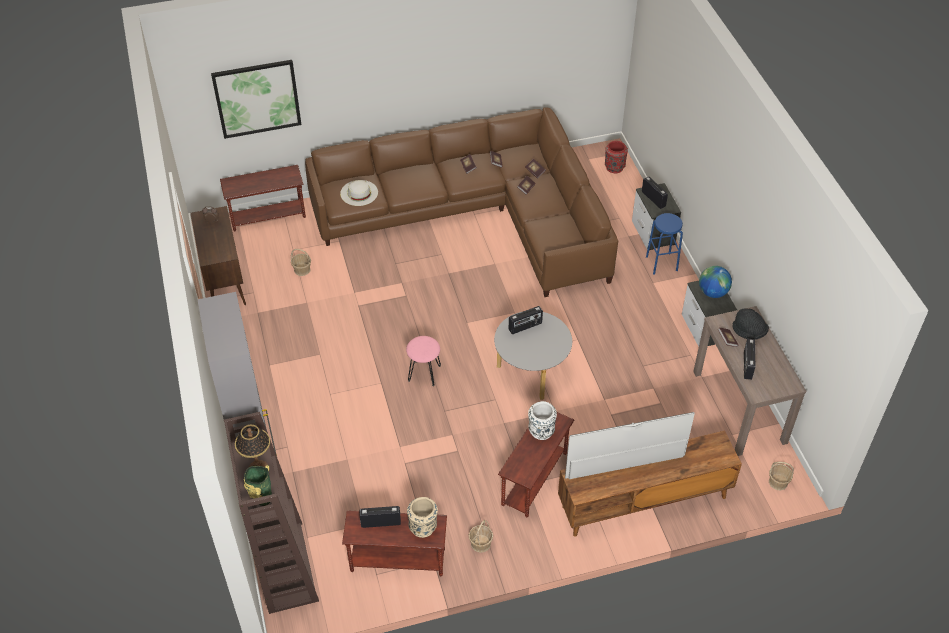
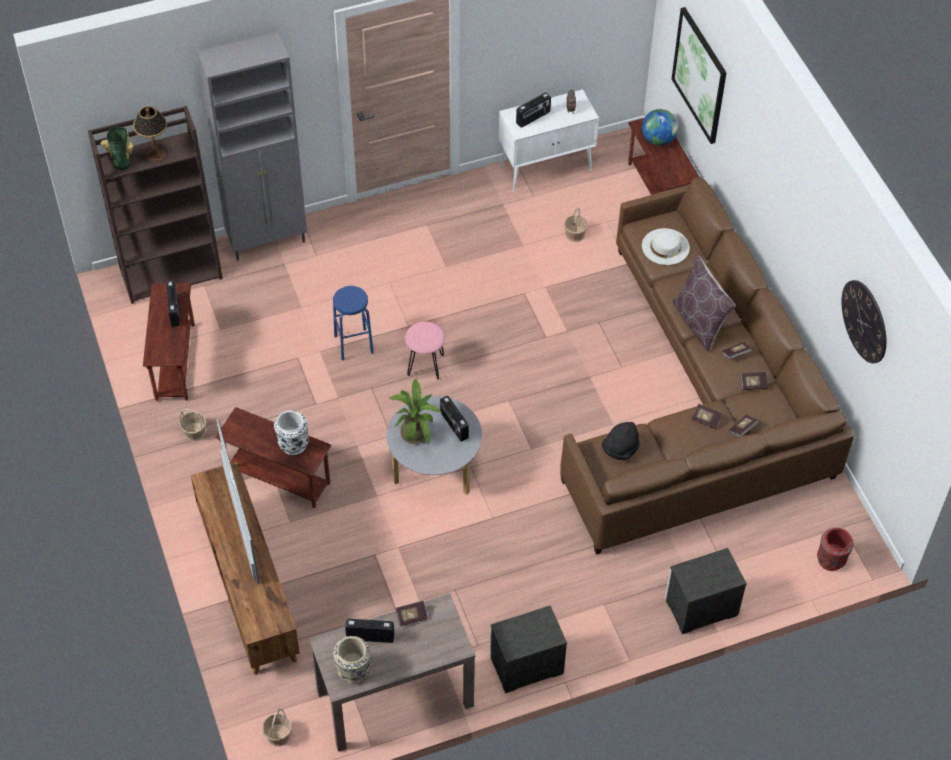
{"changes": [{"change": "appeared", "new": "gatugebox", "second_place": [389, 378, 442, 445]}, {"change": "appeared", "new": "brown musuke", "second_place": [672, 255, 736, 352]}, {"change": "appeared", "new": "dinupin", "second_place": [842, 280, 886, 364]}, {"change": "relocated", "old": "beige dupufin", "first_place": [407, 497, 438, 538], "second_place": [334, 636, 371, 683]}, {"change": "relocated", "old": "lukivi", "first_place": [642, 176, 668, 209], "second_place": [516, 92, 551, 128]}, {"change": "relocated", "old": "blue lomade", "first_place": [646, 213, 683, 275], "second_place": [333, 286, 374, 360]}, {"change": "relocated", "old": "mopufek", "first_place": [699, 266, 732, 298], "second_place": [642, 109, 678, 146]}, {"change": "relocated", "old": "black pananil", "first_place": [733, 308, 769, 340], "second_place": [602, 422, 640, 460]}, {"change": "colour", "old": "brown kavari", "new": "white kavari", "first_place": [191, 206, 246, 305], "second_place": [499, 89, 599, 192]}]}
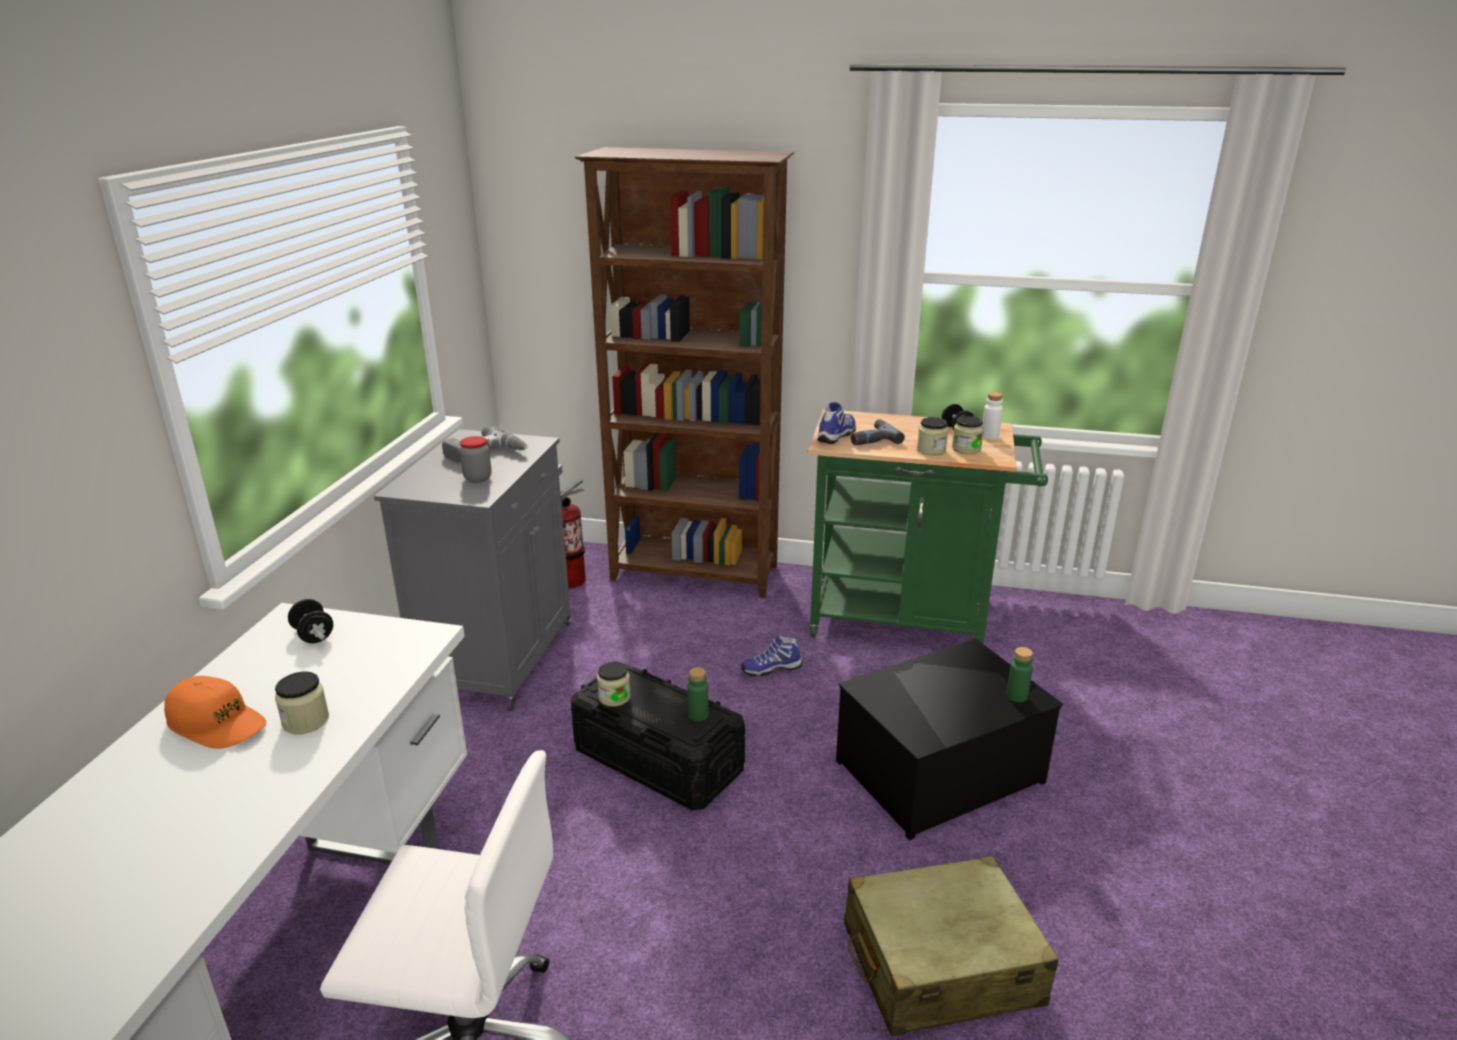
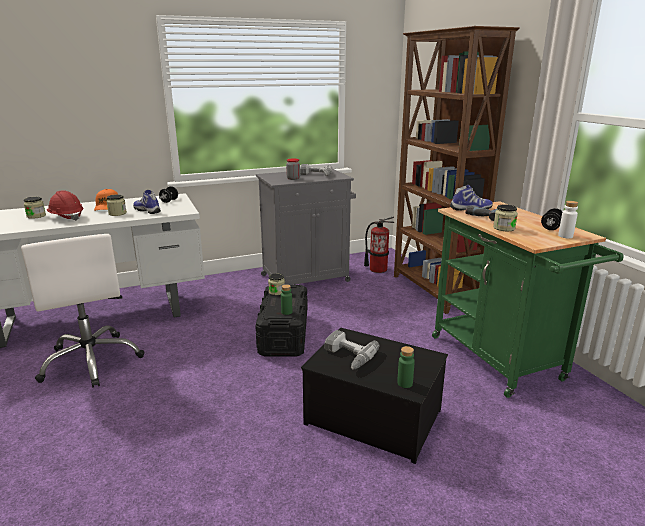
{"changes": [{"change": "missing", "old": "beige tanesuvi", "first_place": [844, 856, 1059, 1036]}, {"change": "appeared", "new": "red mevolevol", "second_place": [47, 190, 84, 221]}, {"change": "appeared", "new": "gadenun", "second_place": [325, 330, 379, 370]}, {"change": "relocated", "old": "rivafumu", "first_place": [741, 635, 802, 677], "second_place": [133, 190, 161, 214]}, {"change": "relocated", "old": "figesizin", "first_place": [952, 416, 984, 454], "second_place": [24, 197, 46, 219]}]}
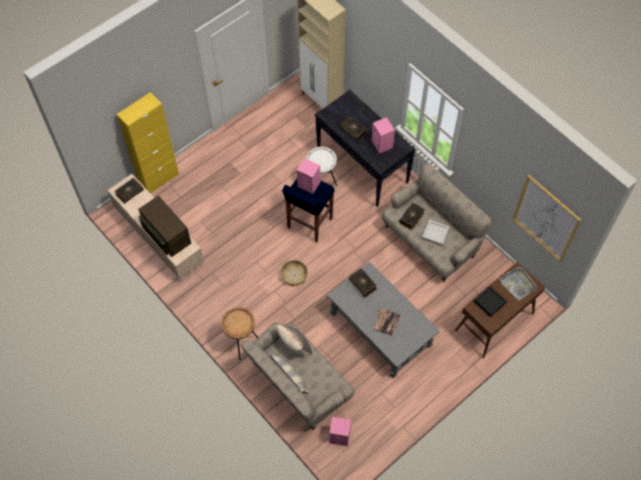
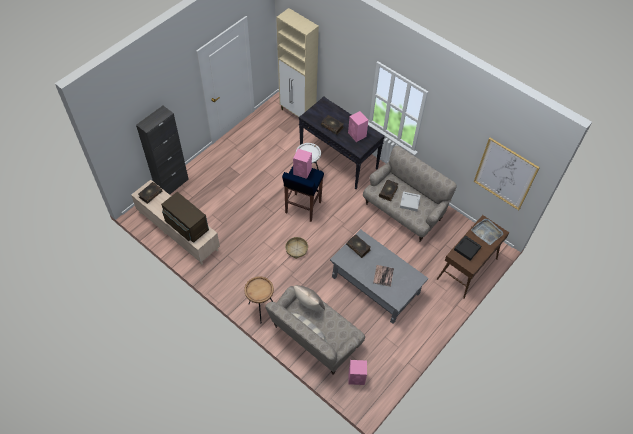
{"changes": [{"change": "colour", "old": "yellow kavari", "new": "black kavari", "first_place": [117, 92, 179, 194], "second_place": [136, 106, 189, 195]}]}
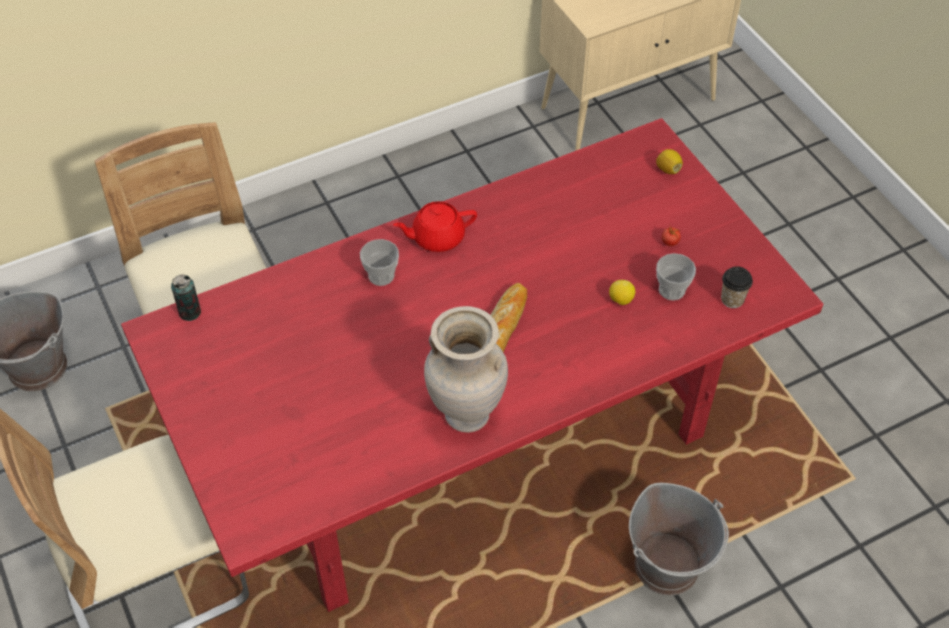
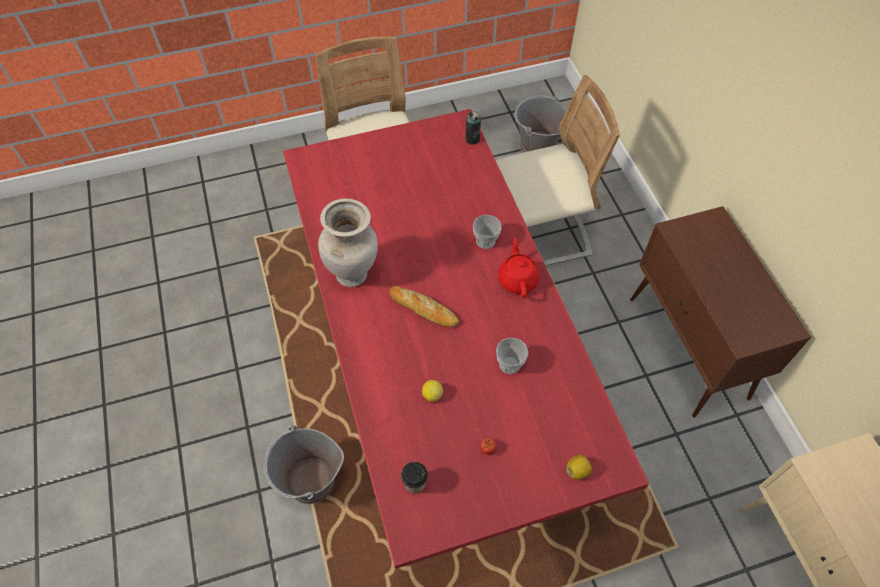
{"changes": [{"change": "appeared", "new": "brown kavari", "second_place": [630, 206, 811, 418]}, {"change": "relocated", "old": "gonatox", "first_place": [656, 253, 696, 300], "second_place": [496, 338, 528, 374]}]}
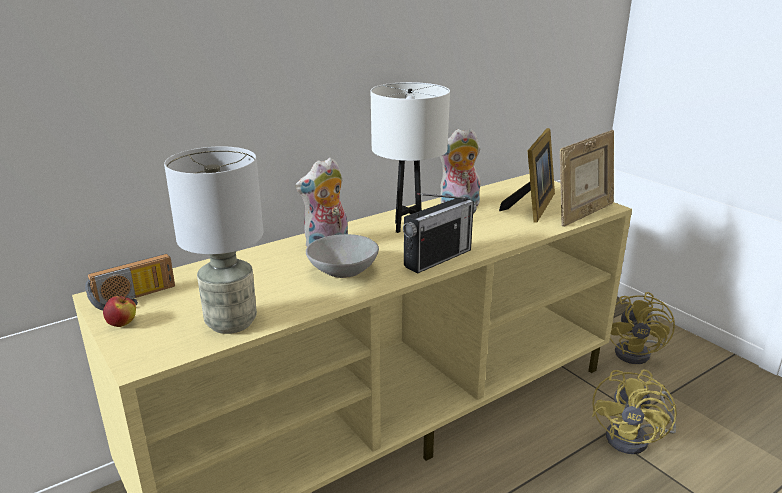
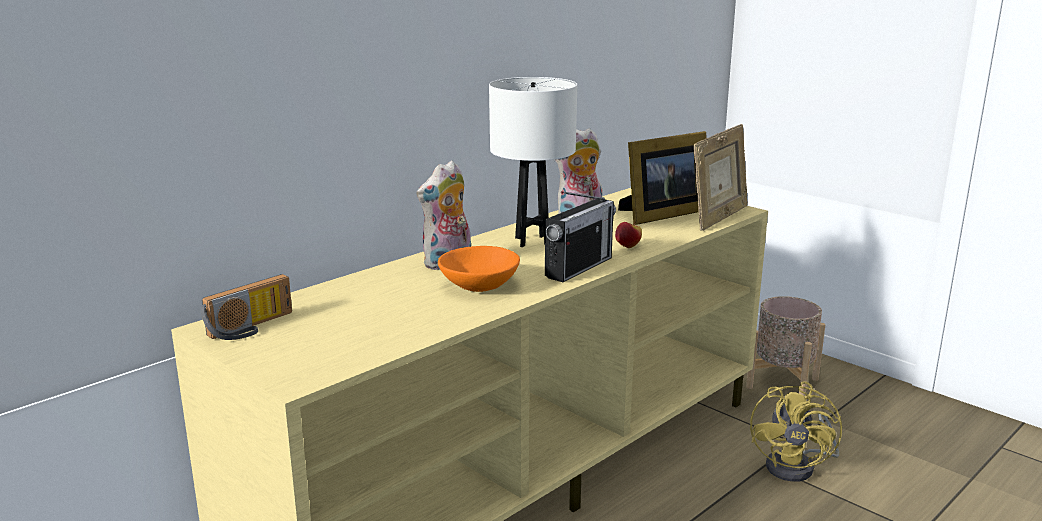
{"changes": [{"change": "missing", "old": "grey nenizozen", "first_place": [164, 146, 263, 334]}, {"change": "relocated", "old": "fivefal", "first_place": [103, 296, 136, 327], "second_place": [615, 221, 642, 248]}, {"change": "exchanged", "old": "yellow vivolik", "new": "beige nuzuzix", "first_place": [610, 292, 675, 364], "second_place": [746, 296, 826, 396]}, {"change": "colour", "old": "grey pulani", "new": "orange pulani", "first_place": [306, 234, 379, 278], "second_place": [438, 246, 520, 292]}, {"change": "spun", "old": "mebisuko", "first_place": [499, 128, 555, 223], "second_place": [618, 131, 706, 225], "degrees": 45}]}
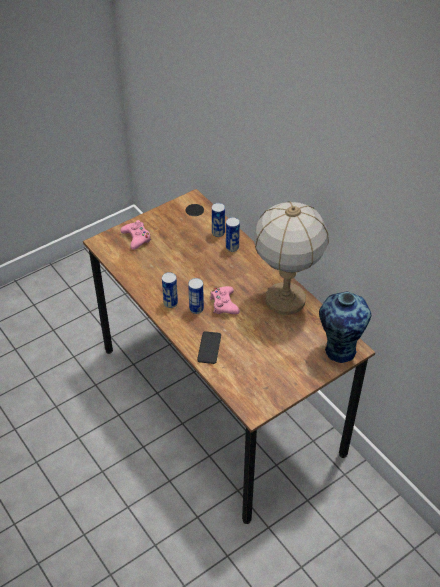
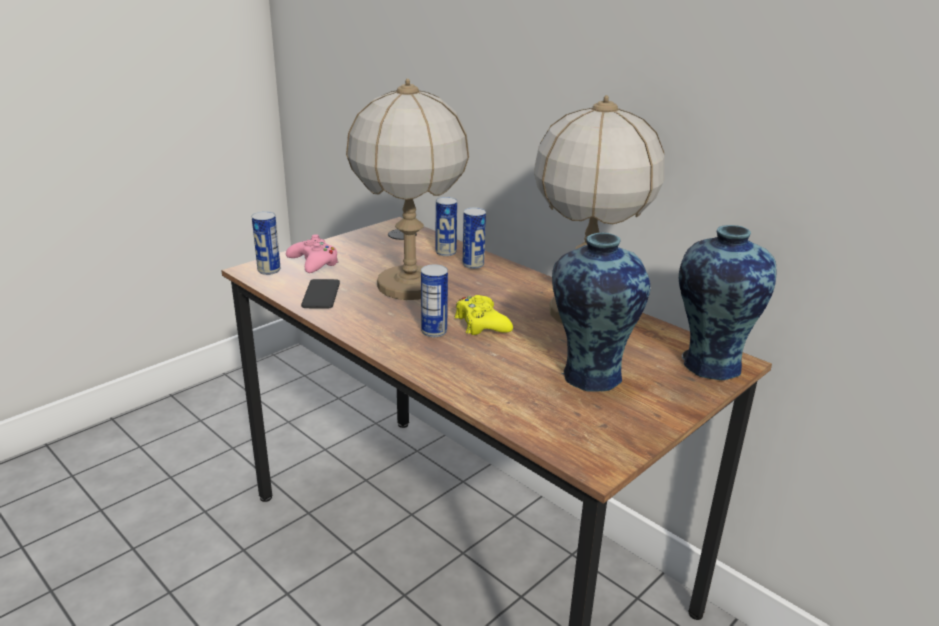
{"changes": [{"change": "appeared", "new": "nenizozen", "second_place": [346, 79, 469, 300]}, {"change": "appeared", "new": "dupufin", "second_place": [552, 233, 650, 392]}, {"change": "relocated", "old": "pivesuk", "first_place": [162, 272, 178, 308], "second_place": [252, 211, 281, 275]}, {"change": "relocated", "old": "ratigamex", "first_place": [197, 331, 221, 364], "second_place": [301, 279, 340, 309]}, {"change": "colour", "old": "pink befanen", "new": "yellow befanen", "first_place": [210, 286, 240, 314], "second_place": [455, 295, 513, 335]}]}
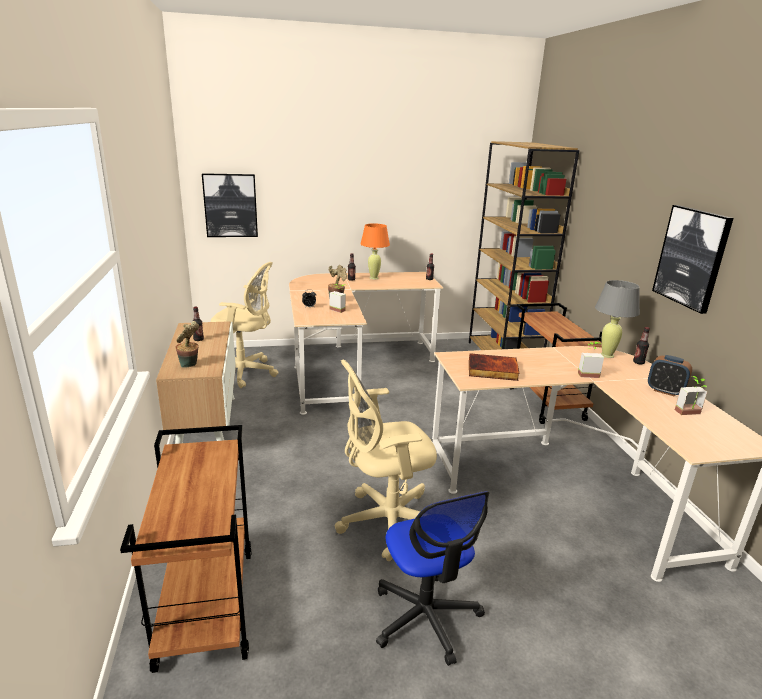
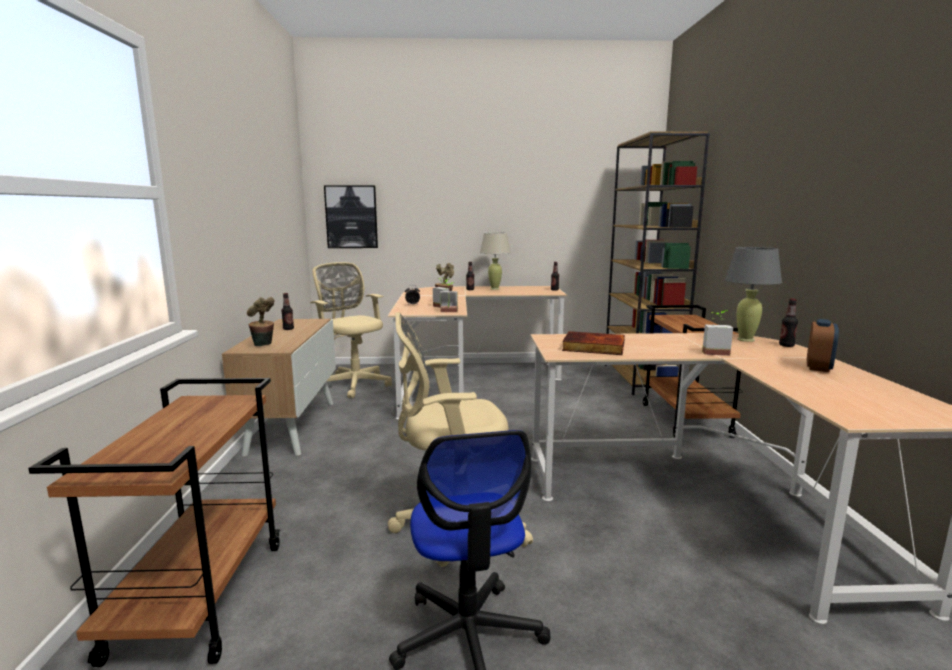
{"changes": [{"change": "missing", "old": "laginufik", "first_place": [652, 205, 734, 314]}, {"change": "relocated", "old": "gatugebox", "first_place": [675, 376, 708, 415], "second_place": [440, 280, 458, 312]}, {"change": "colour", "old": "orange nenizozen", "new": "beige nenizozen", "first_place": [360, 223, 390, 279], "second_place": [480, 232, 511, 290]}, {"change": "spun", "old": "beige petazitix", "first_place": [211, 262, 278, 388], "second_place": [310, 262, 392, 398], "degrees": -150}, {"change": "spun", "old": "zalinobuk", "first_place": [648, 355, 692, 397], "second_place": [807, 319, 839, 372], "degrees": -105}]}
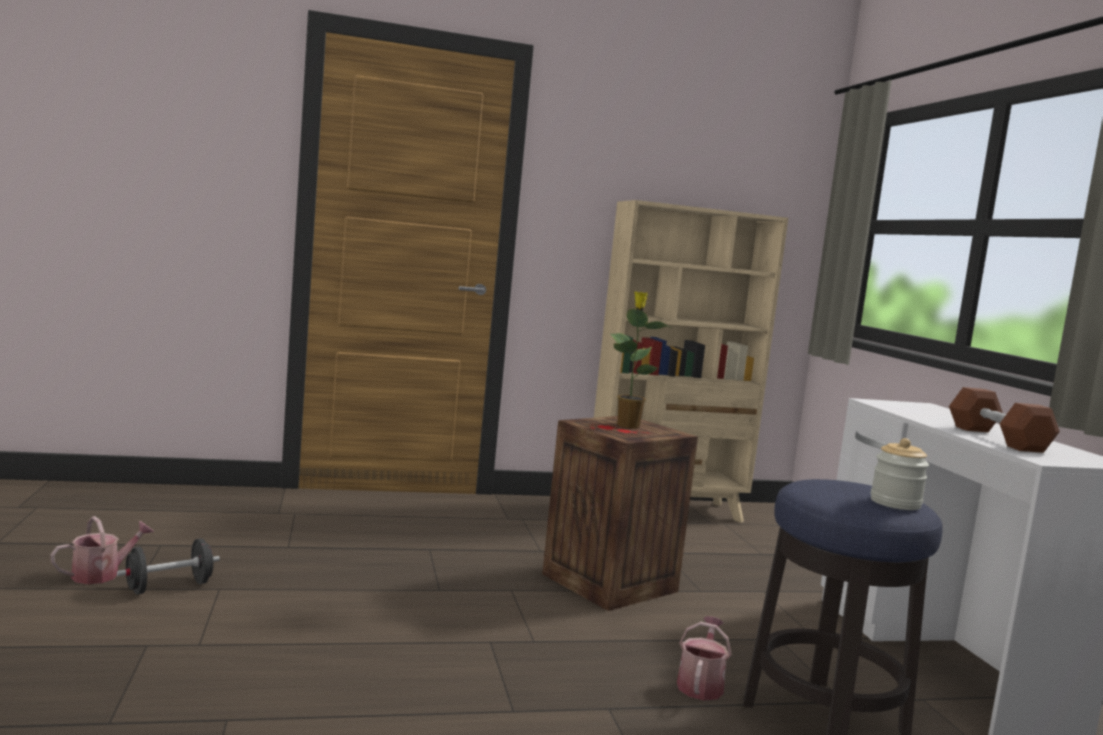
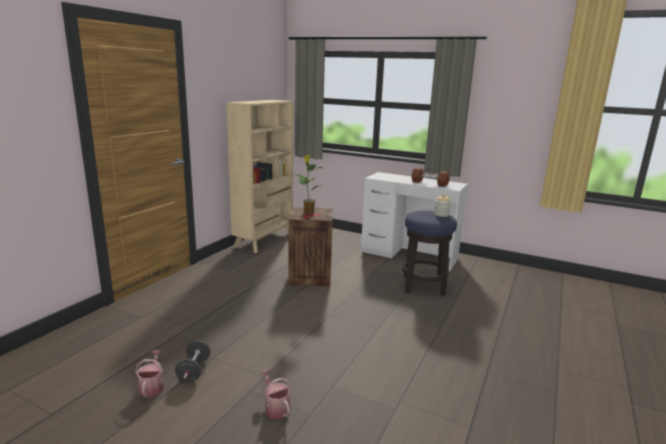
{"changes": [{"change": "relocated", "old": "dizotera", "first_place": [677, 616, 731, 700], "second_place": [261, 369, 291, 419]}]}
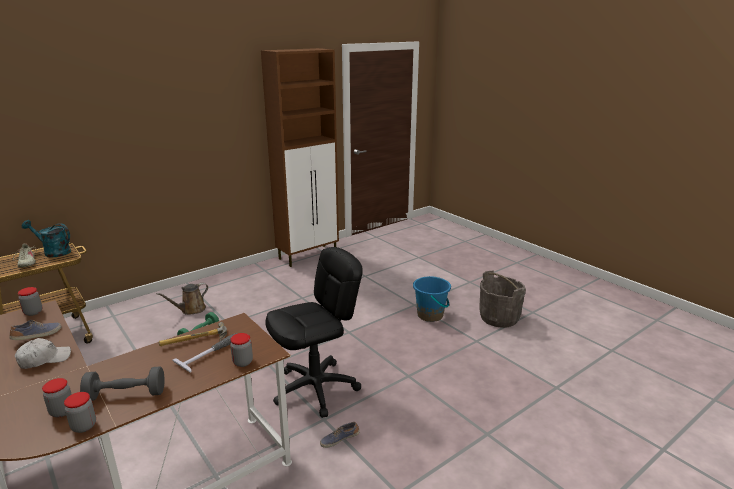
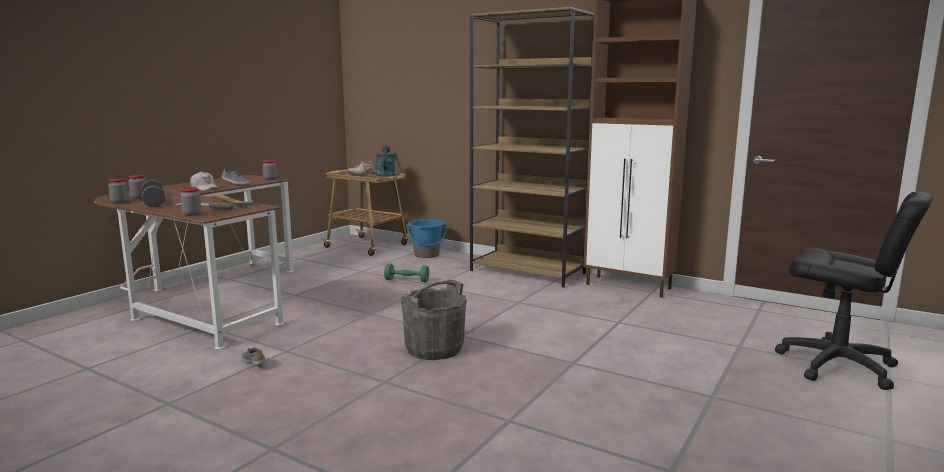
{"changes": [{"change": "missing", "old": "brown dizotera", "first_place": [156, 283, 208, 315]}, {"change": "appeared", "new": "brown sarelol", "second_place": [470, 7, 594, 287]}, {"change": "relocated", "old": "black petazitix", "first_place": [265, 247, 363, 418], "second_place": [775, 192, 933, 390]}, {"change": "relocated", "old": "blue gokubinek", "first_place": [413, 276, 451, 322], "second_place": [406, 219, 447, 258]}, {"change": "relocated", "old": "grey gokubinek", "first_place": [479, 271, 526, 328], "second_place": [401, 280, 467, 360]}]}
